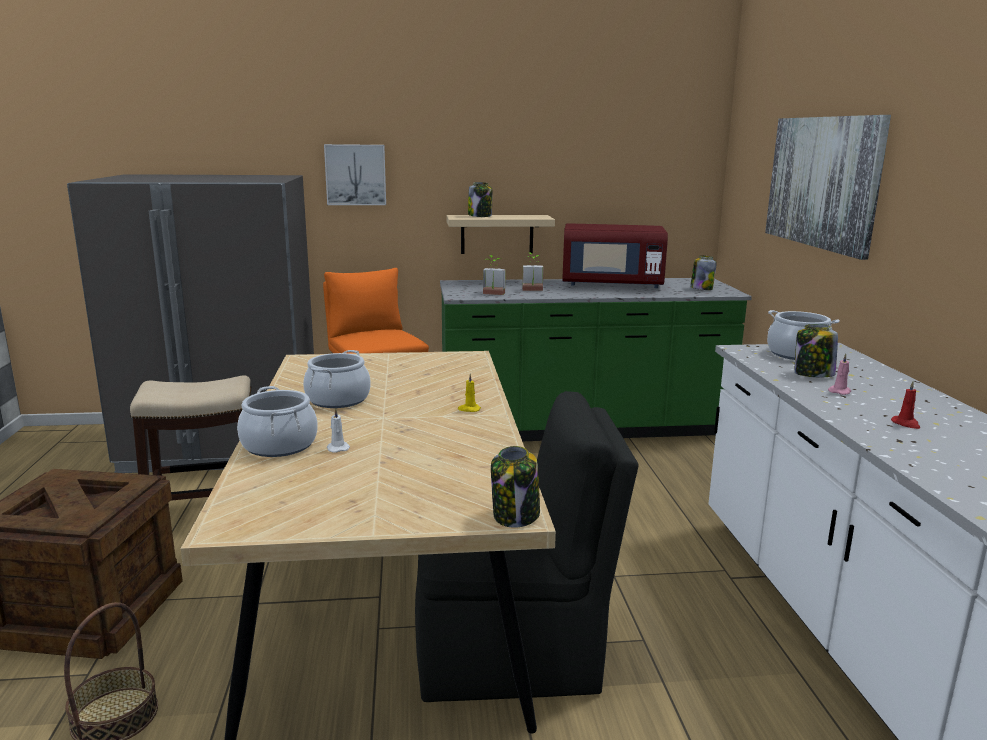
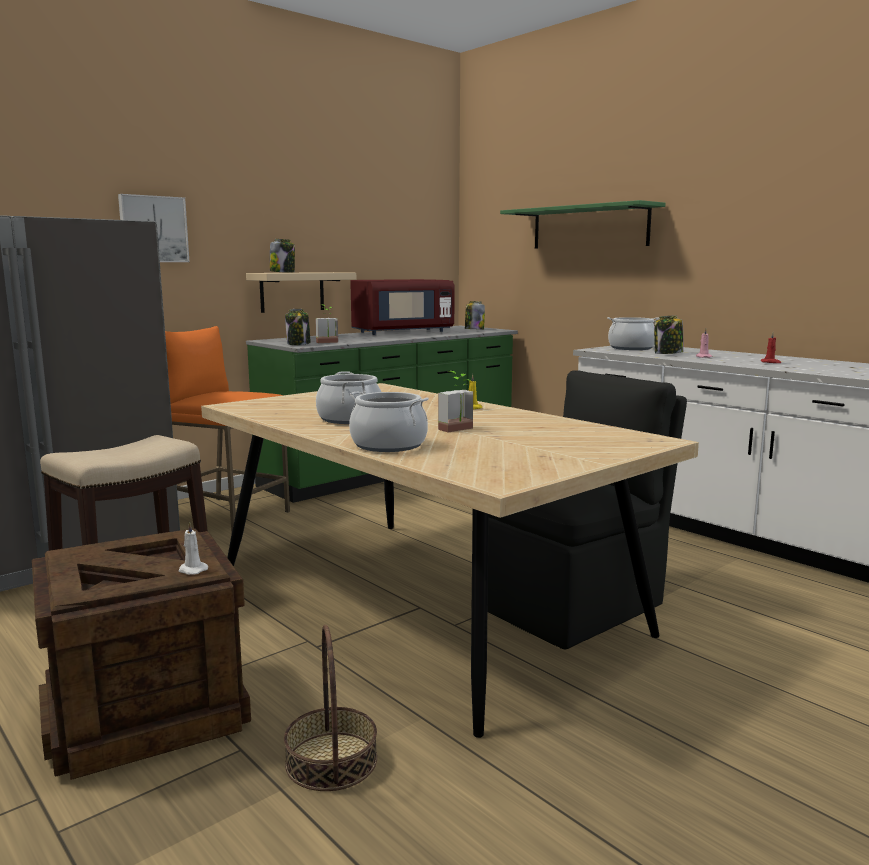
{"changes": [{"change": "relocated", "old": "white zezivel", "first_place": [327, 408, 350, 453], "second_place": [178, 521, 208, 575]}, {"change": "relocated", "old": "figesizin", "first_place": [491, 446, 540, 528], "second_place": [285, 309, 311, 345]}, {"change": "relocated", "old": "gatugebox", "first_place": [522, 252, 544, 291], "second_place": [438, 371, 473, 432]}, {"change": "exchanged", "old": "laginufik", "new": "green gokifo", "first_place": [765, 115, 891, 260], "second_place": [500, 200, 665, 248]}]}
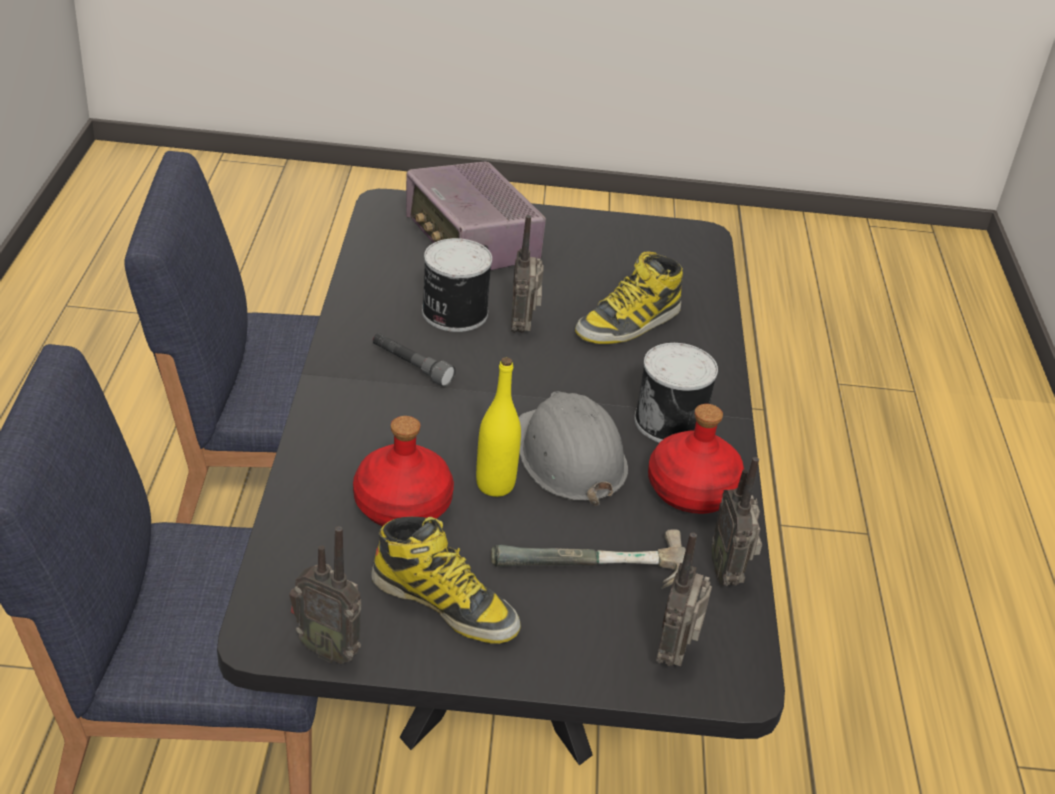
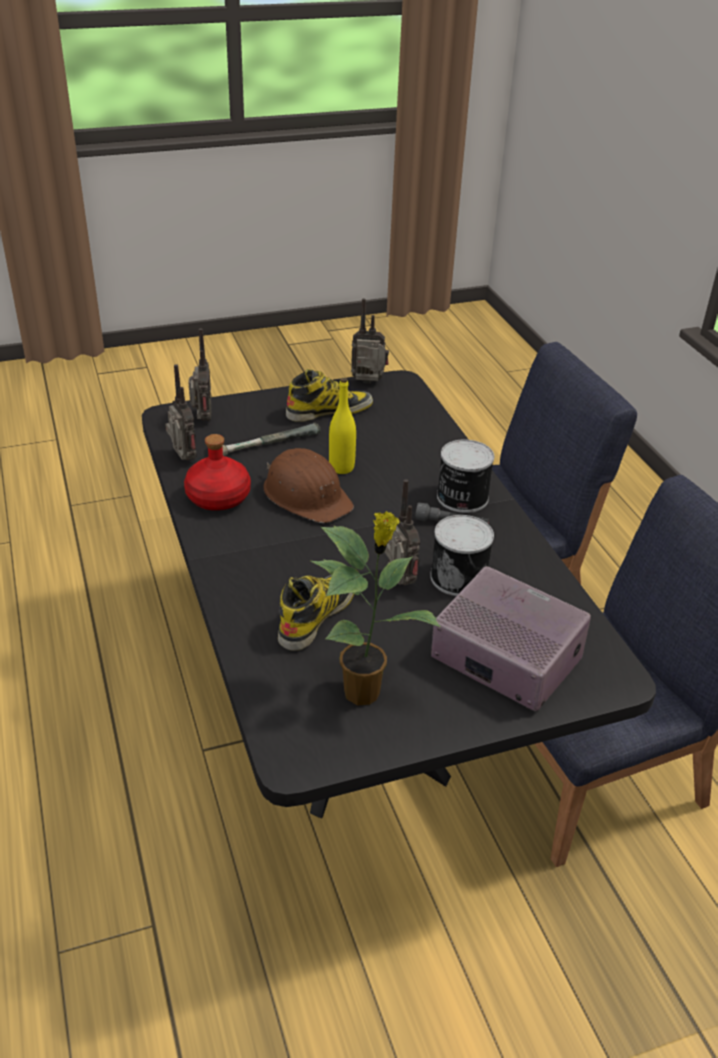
{"changes": [{"change": "missing", "old": "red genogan", "first_place": [353, 416, 454, 526]}, {"change": "appeared", "new": "gatugebox", "second_place": [311, 511, 441, 705]}, {"change": "relocated", "old": "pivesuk", "first_place": [634, 343, 718, 443], "second_place": [437, 440, 494, 513]}, {"change": "colour", "old": "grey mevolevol", "new": "brown mevolevol", "first_place": [519, 391, 628, 506], "second_place": [264, 448, 354, 523]}, {"change": "spun", "old": "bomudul", "first_place": [371, 517, 521, 644], "second_place": [286, 369, 373, 422], "degrees": 150}]}
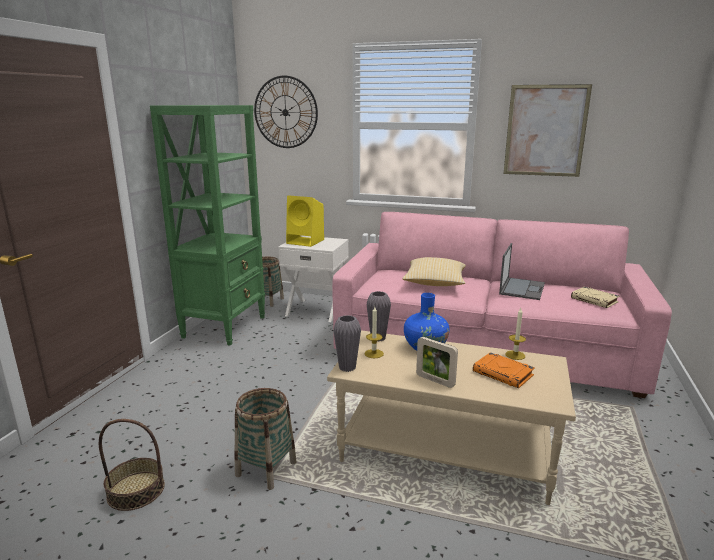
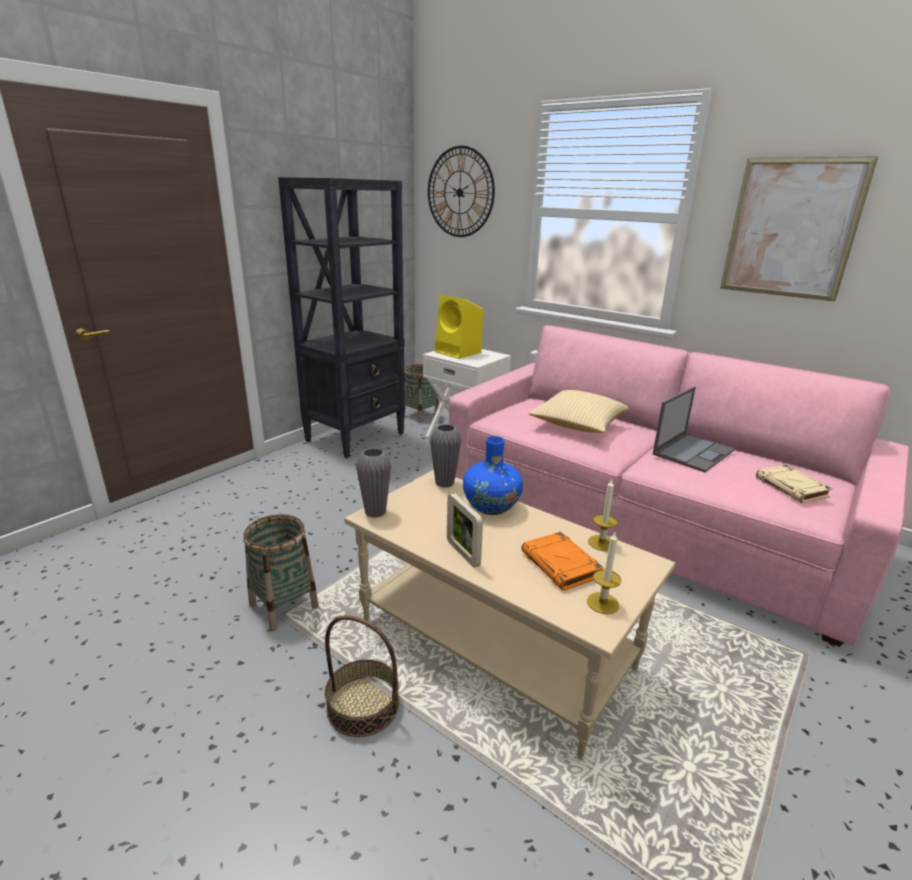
{"changes": [{"change": "relocated", "old": "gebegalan", "first_place": [99, 419, 165, 511], "second_place": [325, 615, 399, 737]}, {"change": "relocated", "old": "zezivel", "first_place": [365, 307, 384, 358], "second_place": [587, 532, 621, 614]}, {"change": "colour", "old": "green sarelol", "new": "black sarelol", "first_place": [150, 105, 265, 346], "second_place": [278, 177, 405, 458]}]}
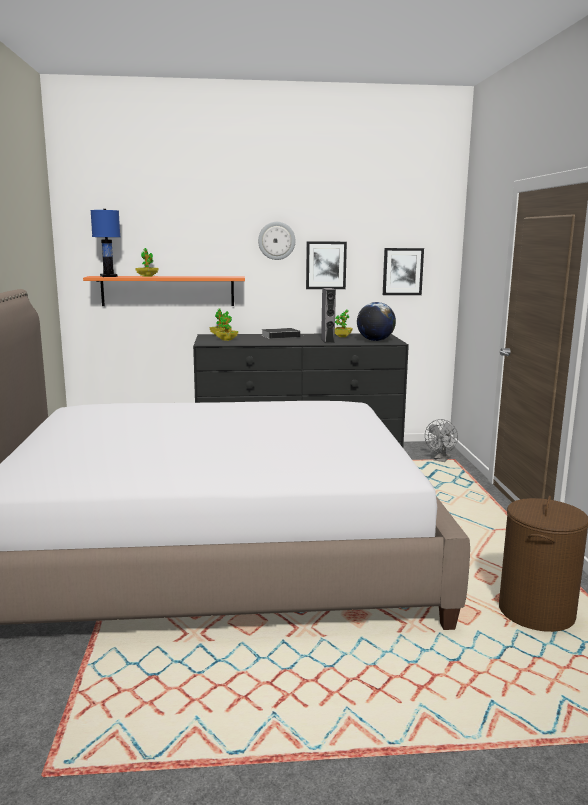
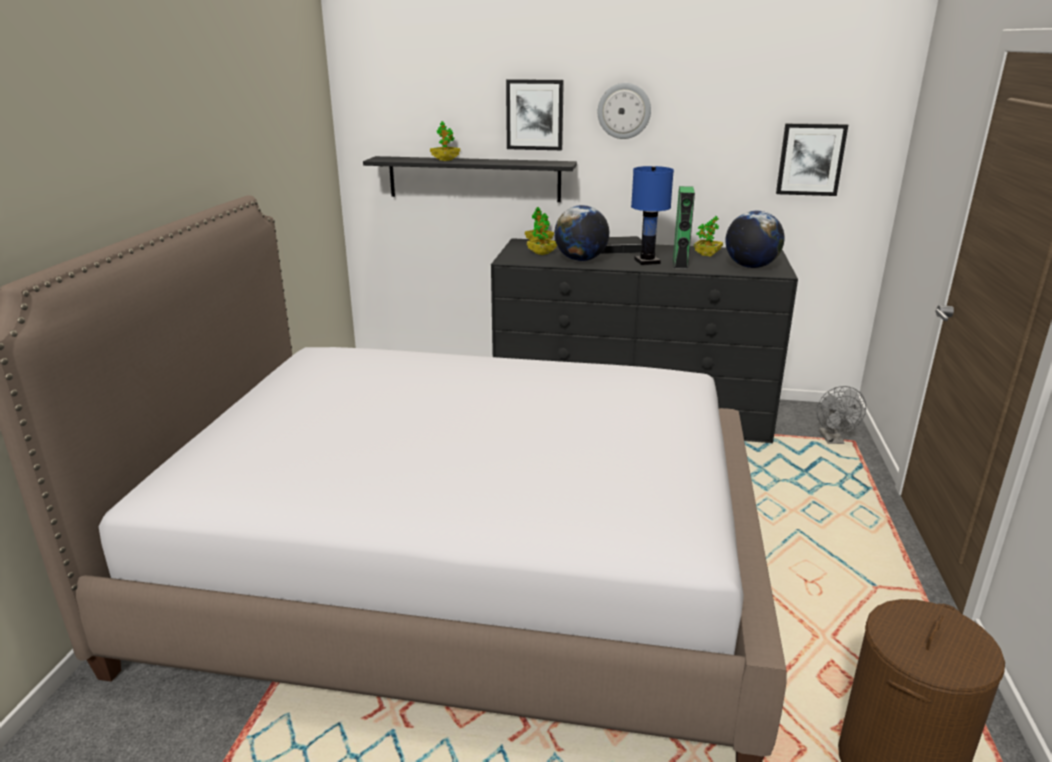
{"changes": [{"change": "appeared", "new": "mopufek", "second_place": [554, 205, 609, 261]}, {"change": "relocated", "old": "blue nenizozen", "first_place": [90, 209, 120, 277], "second_place": [631, 166, 674, 265]}, {"change": "relocated", "old": "laginufik", "first_place": [306, 241, 347, 289], "second_place": [506, 79, 564, 150]}, {"change": "colour", "old": "orange gokifo", "new": "black gokifo", "first_place": [83, 276, 245, 306], "second_place": [363, 156, 577, 202]}, {"change": "colour", "old": "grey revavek", "new": "green revavek", "first_place": [321, 288, 336, 343], "second_place": [673, 186, 695, 269]}, {"change": "spun", "old": "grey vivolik", "first_place": [425, 419, 458, 462], "second_place": [817, 386, 866, 444], "degrees": -45}]}
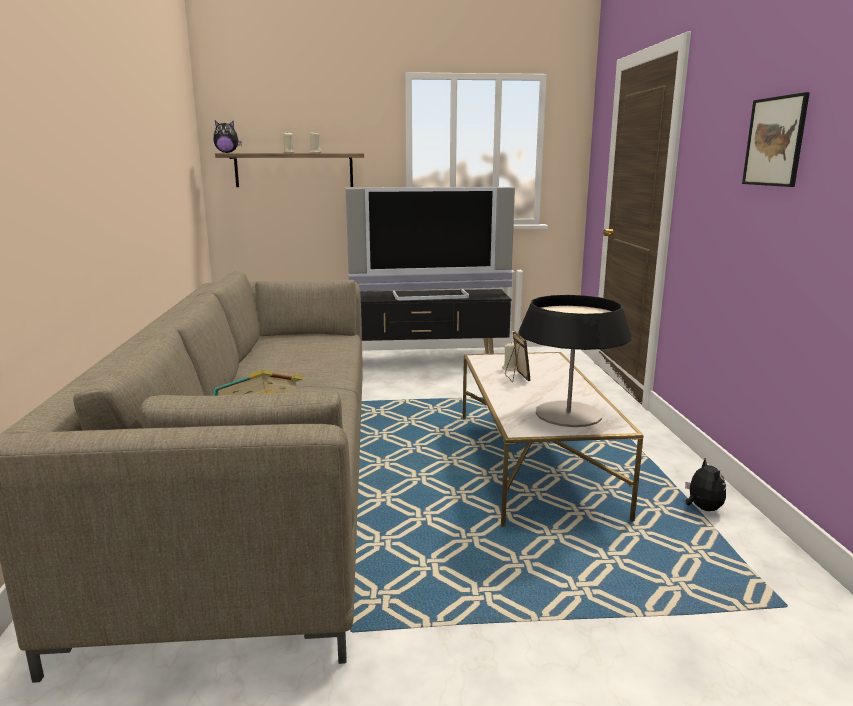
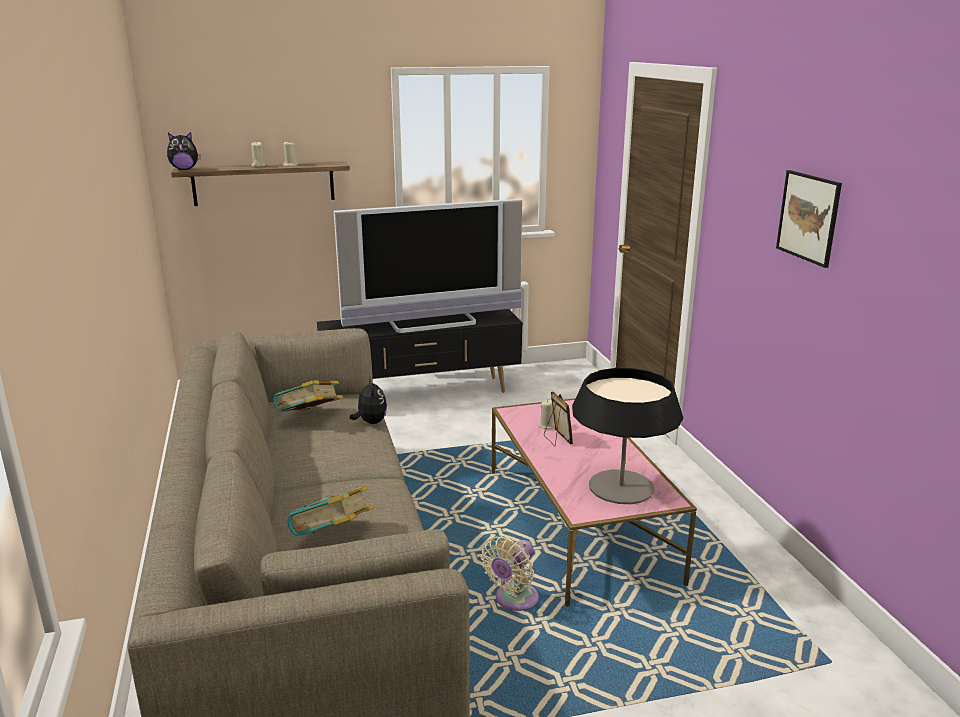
{"changes": [{"change": "appeared", "new": "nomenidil", "second_place": [273, 380, 343, 412]}, {"change": "appeared", "new": "beige vivolik", "second_place": [481, 536, 539, 611]}, {"change": "relocated", "old": "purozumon", "first_place": [685, 457, 726, 511], "second_place": [350, 377, 387, 424]}, {"change": "colour", "old": "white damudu", "new": "pink damudu", "first_place": [463, 352, 643, 527], "second_place": [492, 398, 697, 607]}]}
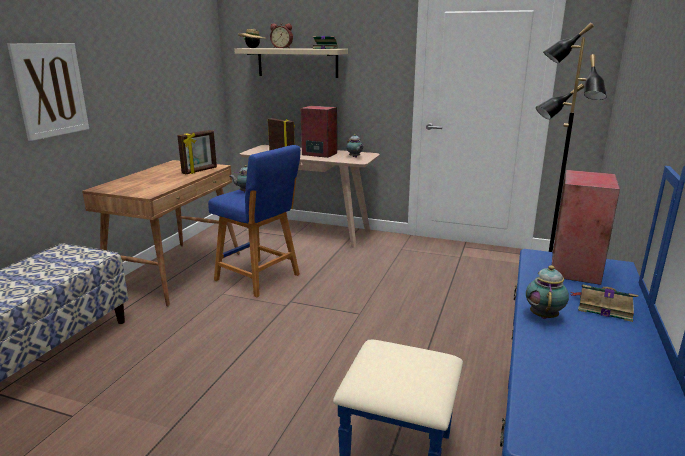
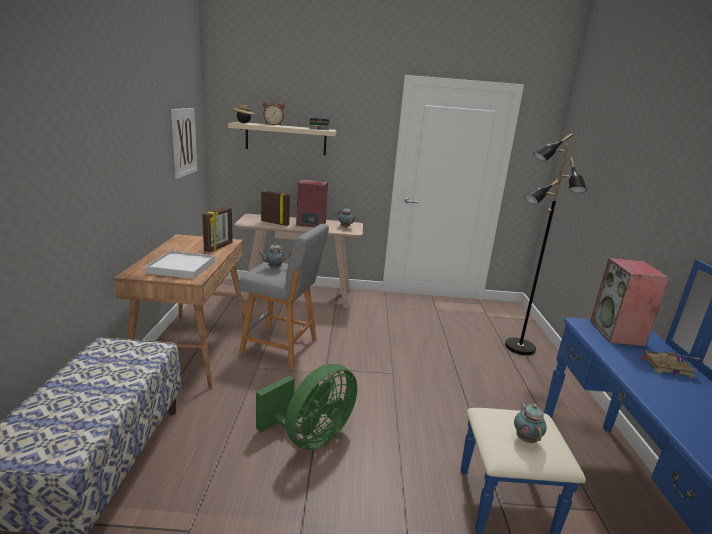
{"changes": [{"change": "appeared", "new": "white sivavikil", "second_place": [145, 251, 215, 279]}, {"change": "appeared", "new": "green vivolik", "second_place": [256, 364, 357, 450]}, {"change": "relocated", "old": "laginufik", "first_place": [7, 43, 89, 141], "second_place": [171, 108, 197, 179]}, {"change": "relocated", "old": "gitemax", "first_place": [526, 265, 569, 319], "second_place": [514, 401, 547, 443]}, {"change": "colour", "old": "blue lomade", "new": "grey lomade", "first_place": [208, 145, 301, 298], "second_place": [239, 224, 329, 368]}]}
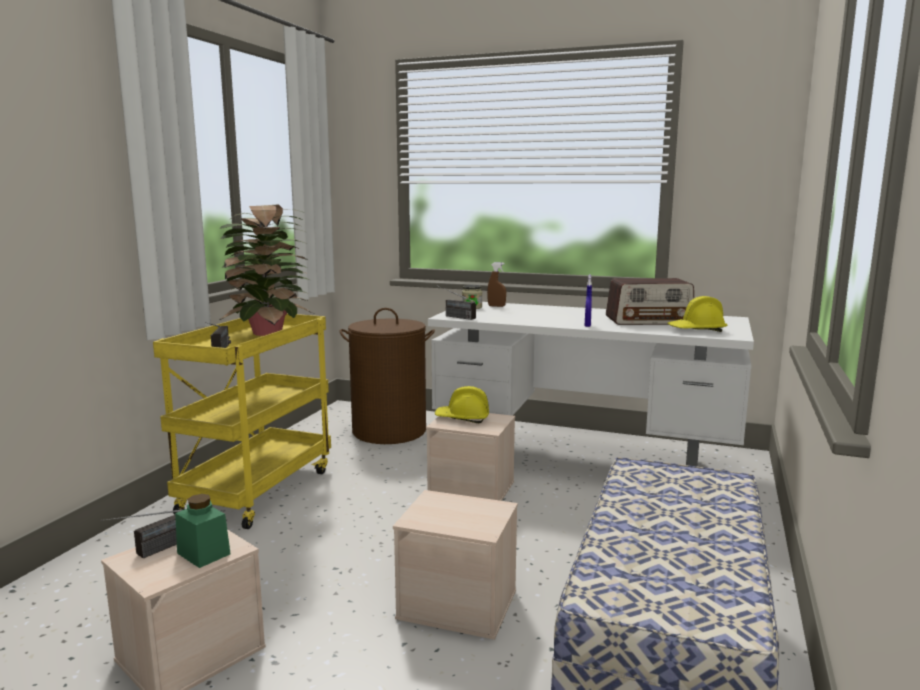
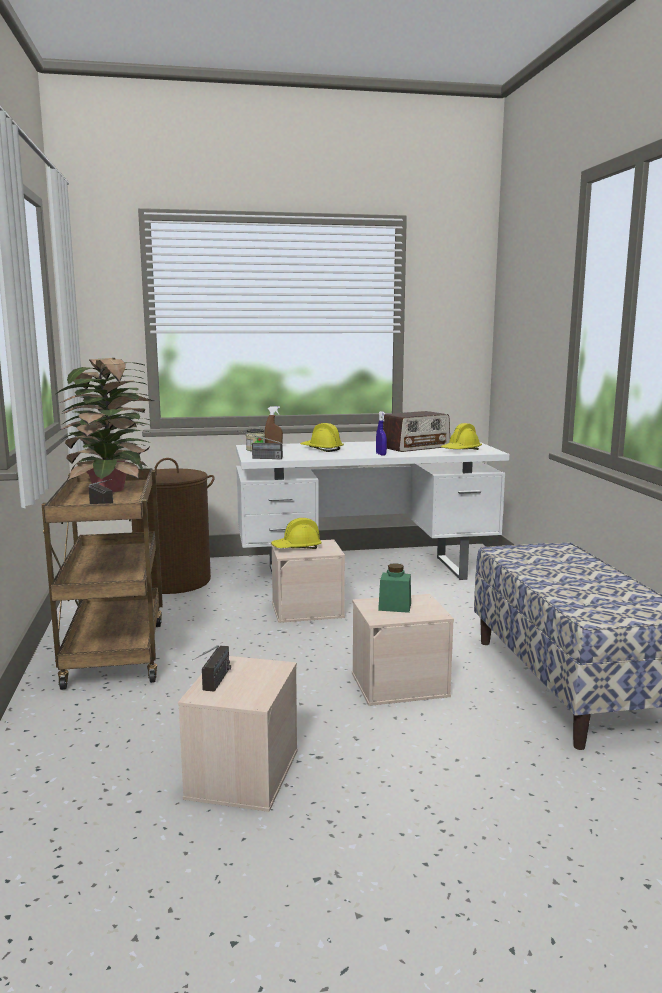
{"changes": [{"change": "appeared", "new": "yellow mevolevol", "second_place": [300, 423, 344, 452]}, {"change": "relocated", "old": "green figesizin", "first_place": [175, 494, 231, 568], "second_place": [378, 563, 411, 613]}, {"change": "colour", "old": "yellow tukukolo", "new": "brown tukukolo", "first_place": [153, 314, 331, 529], "second_place": [42, 468, 163, 690]}]}
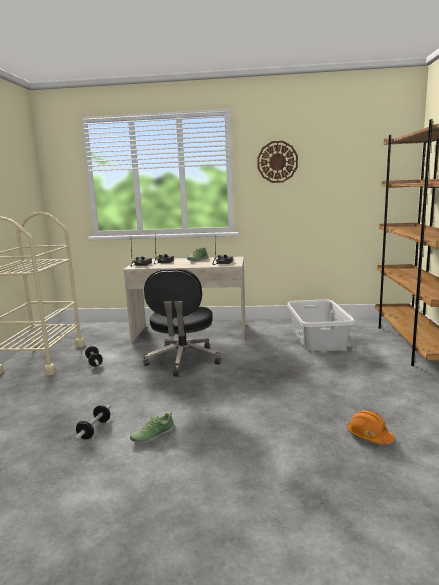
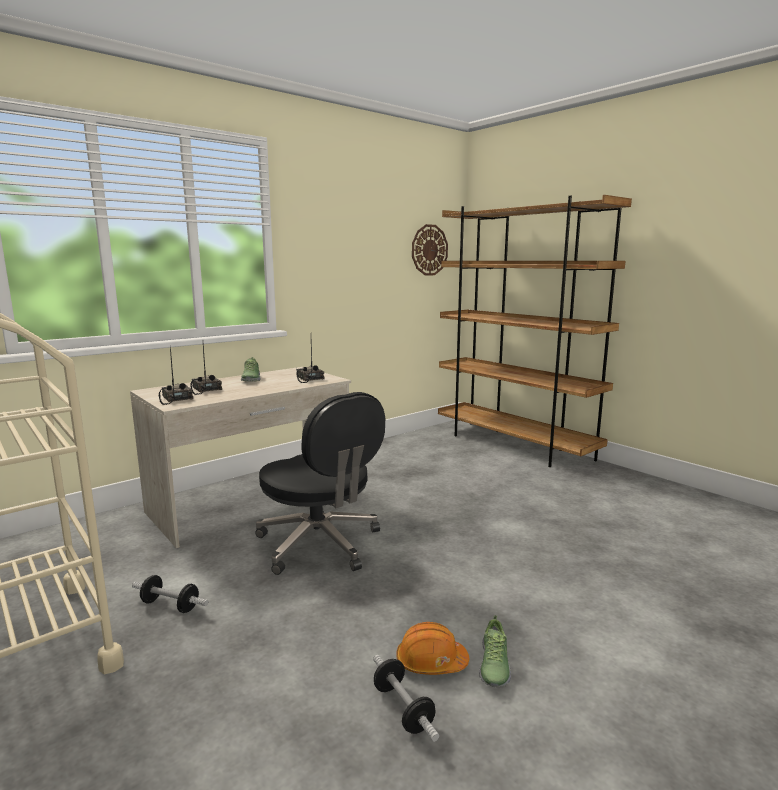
{"changes": [{"change": "missing", "old": "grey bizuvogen", "first_place": [287, 299, 355, 351]}, {"change": "relocated", "old": "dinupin", "first_place": [257, 141, 298, 183], "second_place": [412, 224, 448, 276]}, {"change": "relocated", "old": "orange mevolevol", "first_place": [347, 410, 394, 444], "second_place": [396, 622, 469, 675]}]}
